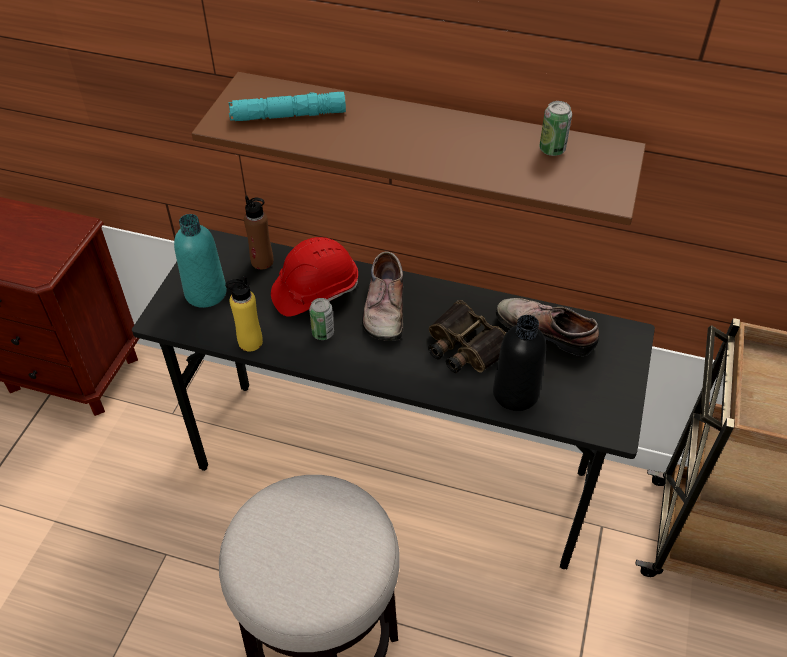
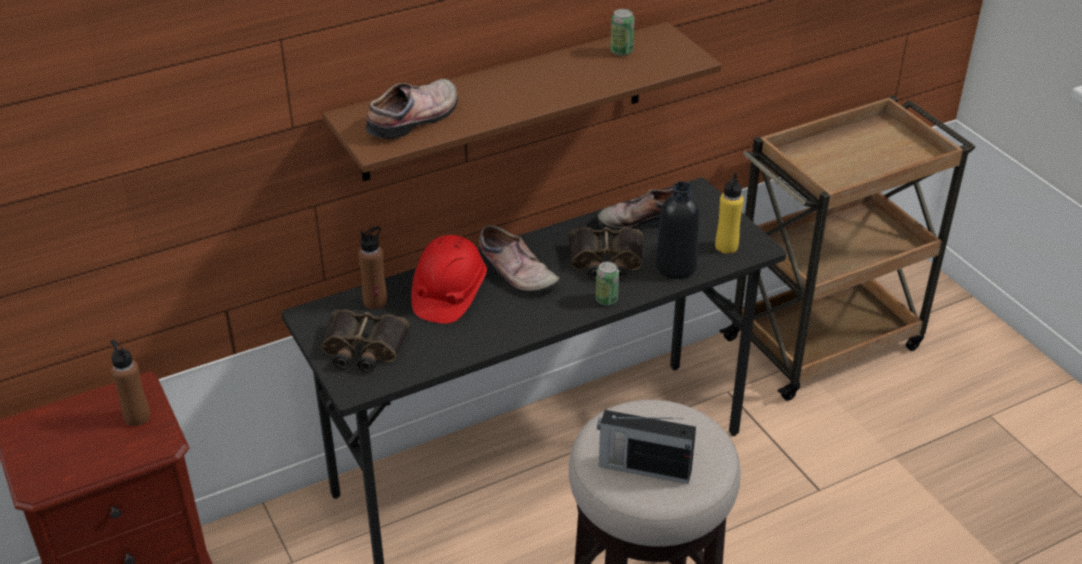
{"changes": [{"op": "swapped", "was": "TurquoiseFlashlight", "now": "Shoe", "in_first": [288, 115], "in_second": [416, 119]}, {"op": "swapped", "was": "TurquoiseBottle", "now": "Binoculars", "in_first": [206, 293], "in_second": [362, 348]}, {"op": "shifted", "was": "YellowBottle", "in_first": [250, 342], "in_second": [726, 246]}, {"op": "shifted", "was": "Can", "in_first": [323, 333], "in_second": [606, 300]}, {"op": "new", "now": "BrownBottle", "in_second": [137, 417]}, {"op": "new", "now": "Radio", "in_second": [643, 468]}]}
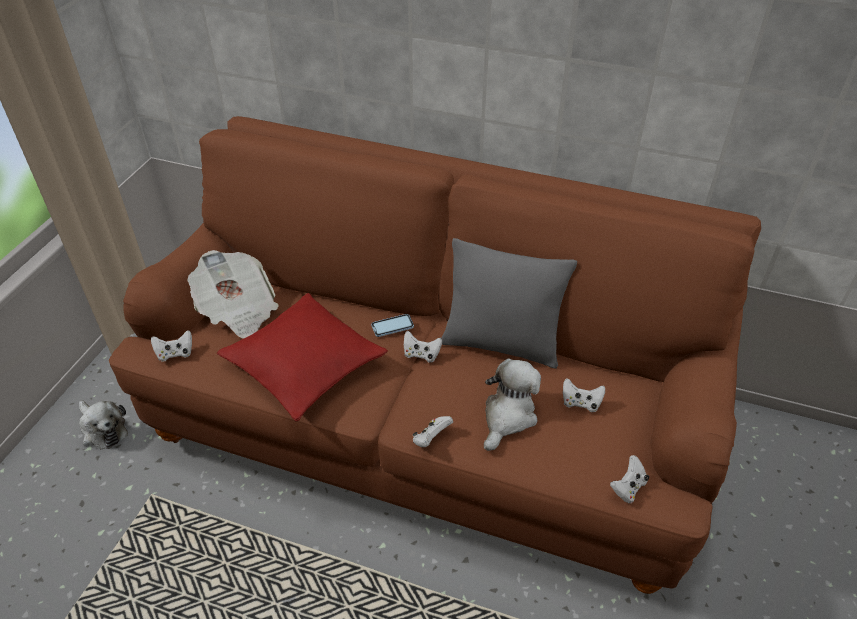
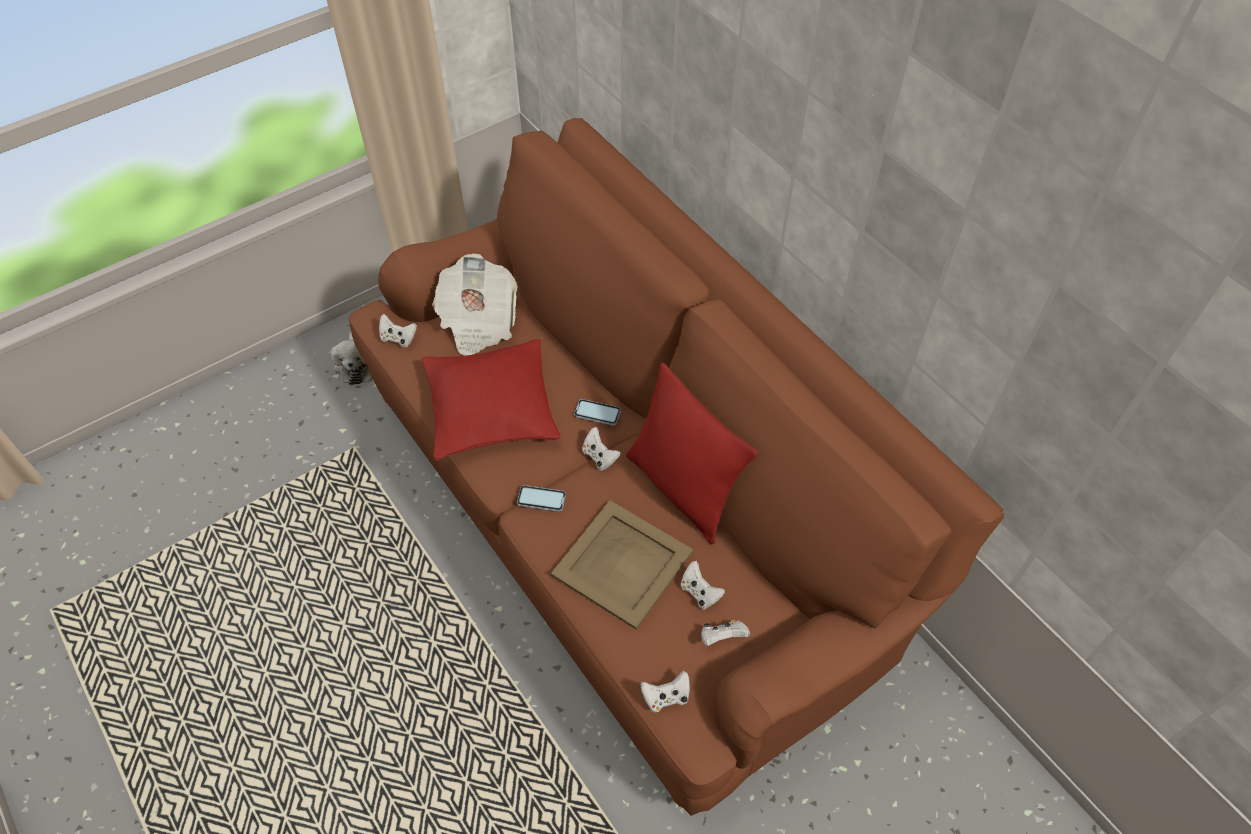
{"changes": [{"op": "repainted", "was": "GreyPillow", "now": "RedPillow", "in_first": [501, 344], "in_second": [682, 489]}, {"op": "swapped", "was": "PlushToy", "now": "BeigeTray", "in_first": [508, 416], "in_second": [621, 563]}, {"op": "shifted", "was": "WhiteGameController", "in_first": [431, 439], "in_second": [722, 637]}, {"op": "new", "now": "Phone", "in_second": [541, 499]}]}
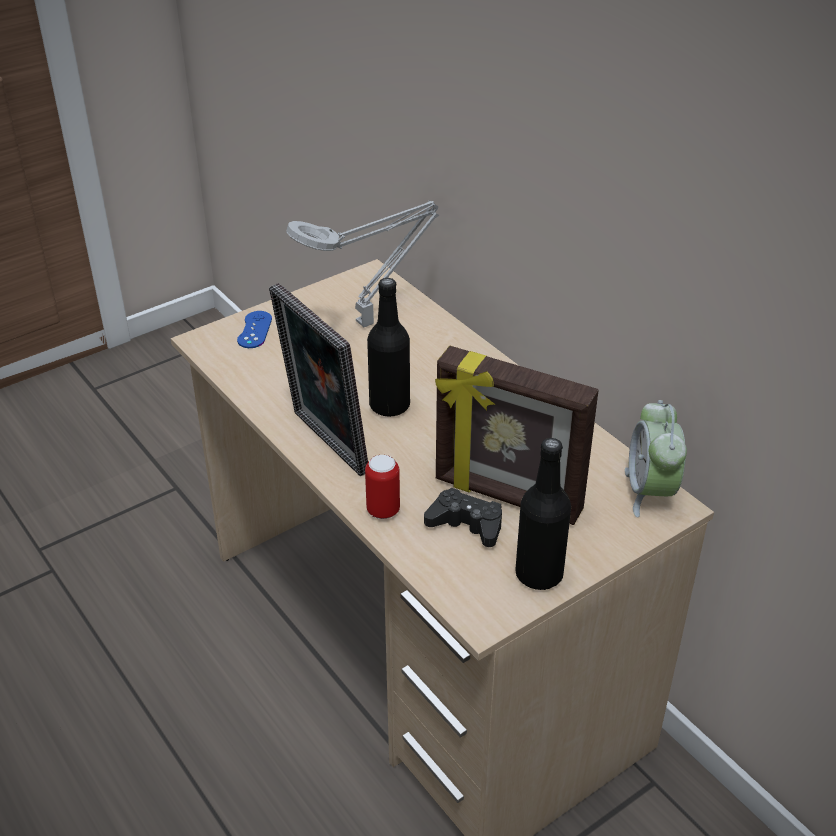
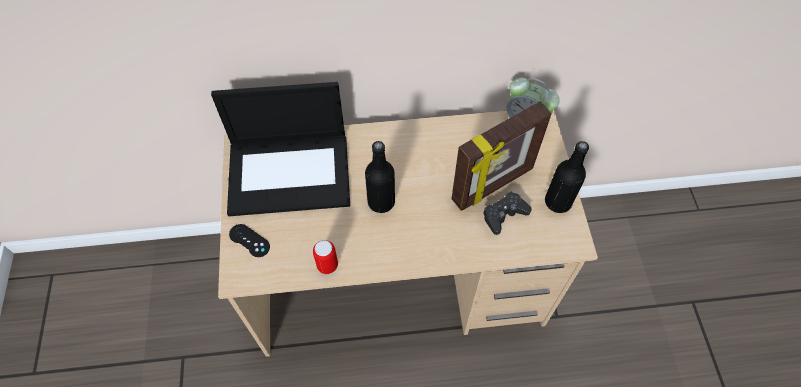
{"changes": [{"op": "swapped", "was": "GreyTableLamp", "now": "Laptop", "in_first": [369, 322], "in_second": [291, 173]}, {"op": "gone", "was": "PictureFrame", "in_first": [324, 445]}, {"op": "repainted", "was": "BlueGameController", "now": "BlackGameController", "in_first": [254, 330], "in_second": [249, 240]}, {"op": "shifted", "was": "Can", "in_first": [383, 510], "in_second": [327, 265]}]}
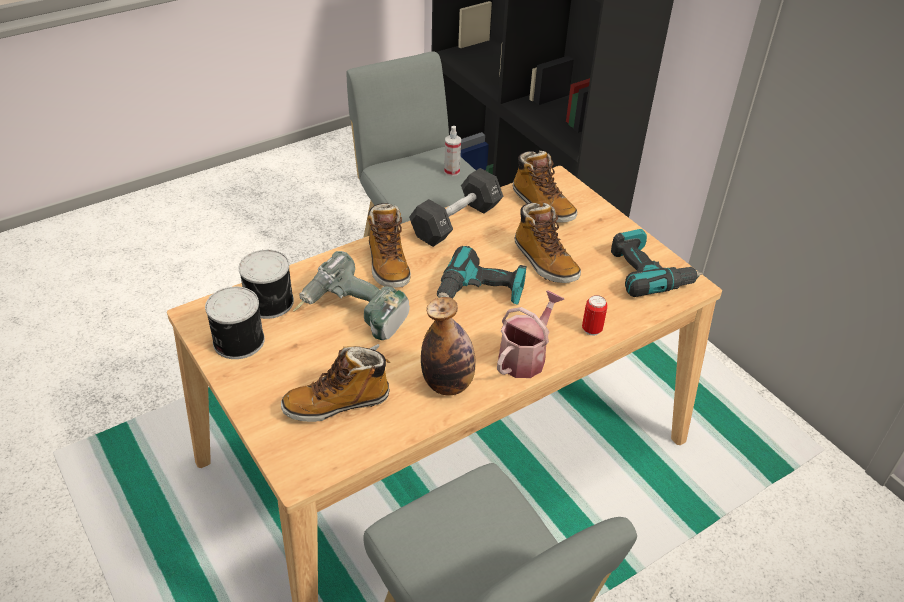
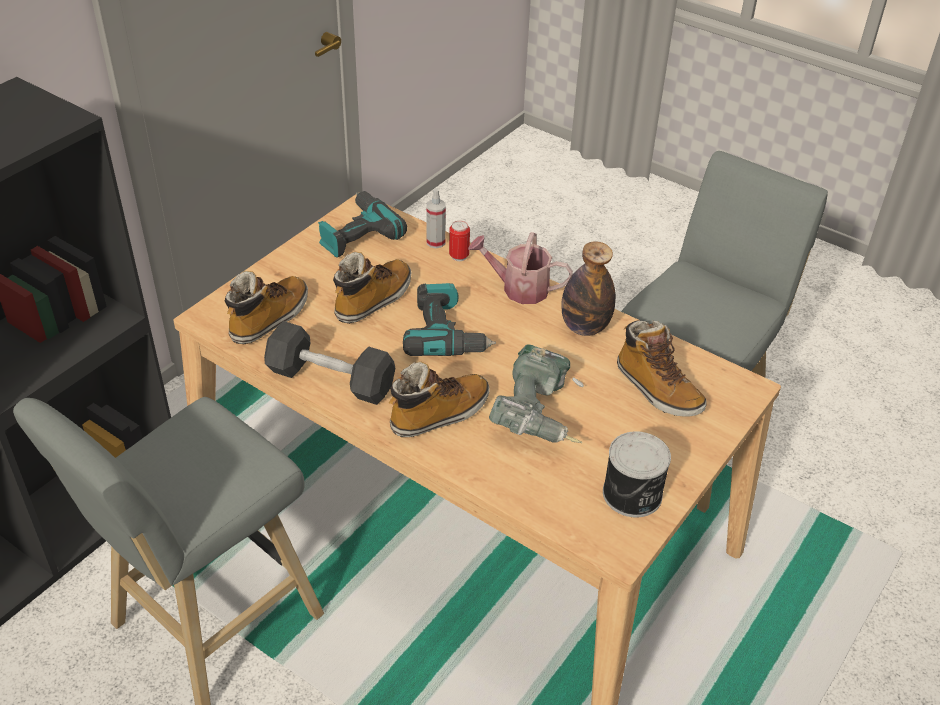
{"changes": [{"op": "shifted", "was": "SprayBottle", "in_first": [452, 171], "in_second": [435, 242]}, {"op": "gone", "was": "Can", "in_first": [270, 302]}]}
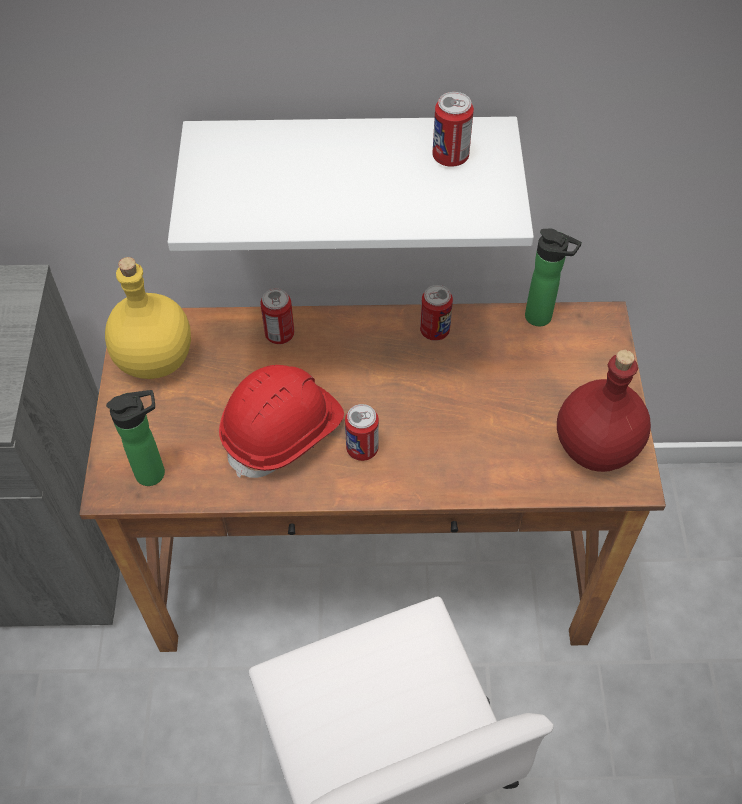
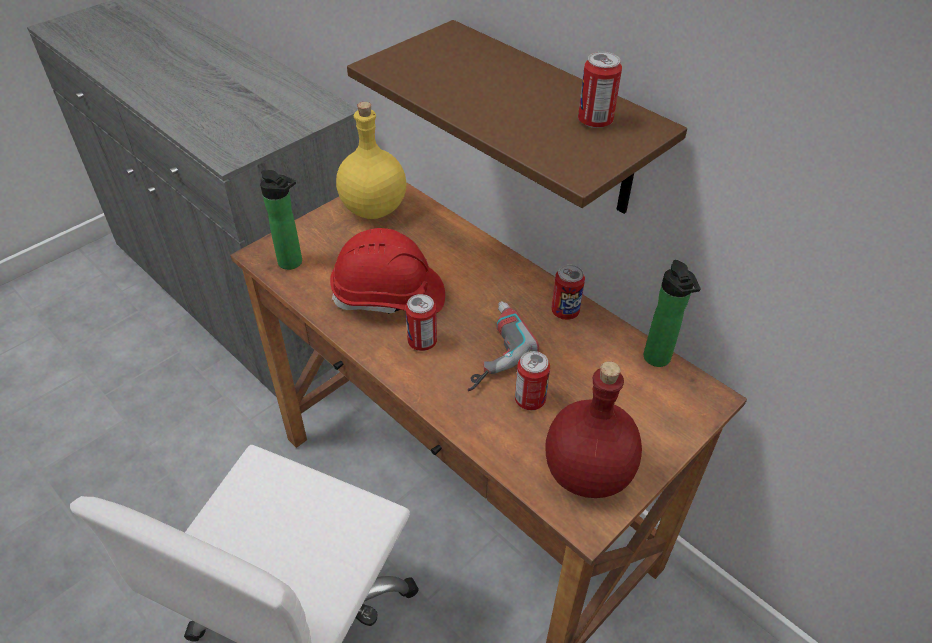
{"changes": [{"op": "repainted", "was": "WhiteShelf", "now": "BrownShelf", "in_first": [351, 167], "in_second": [553, 121]}, {"op": "shifted", "was": "Can", "in_first": [279, 334], "in_second": [530, 400]}, {"op": "new", "now": "PowerDrill", "in_second": [488, 349]}]}
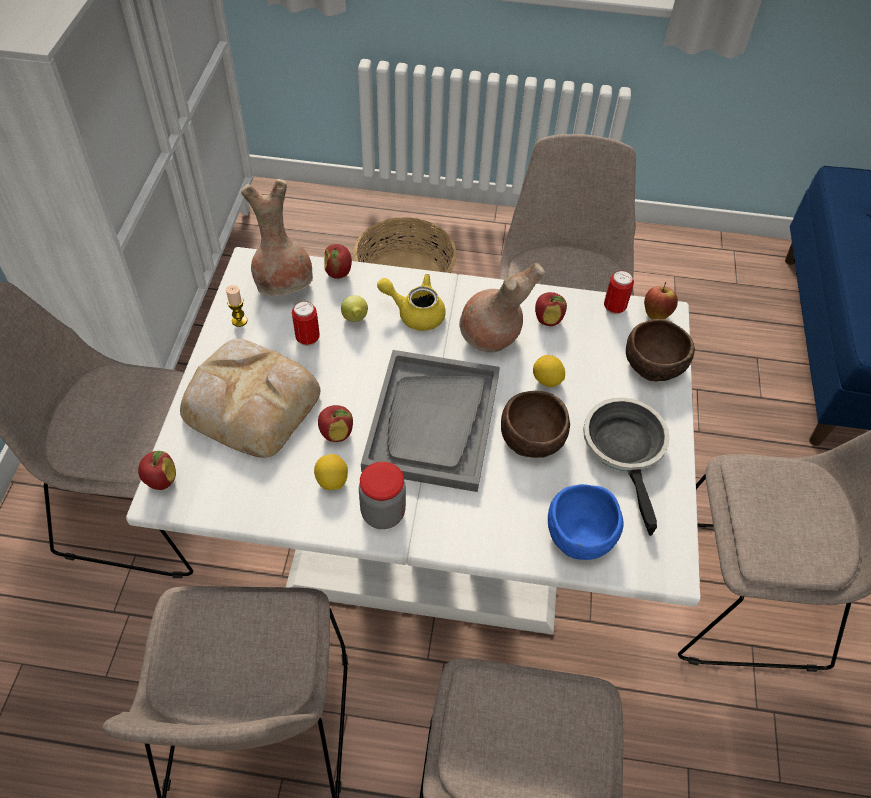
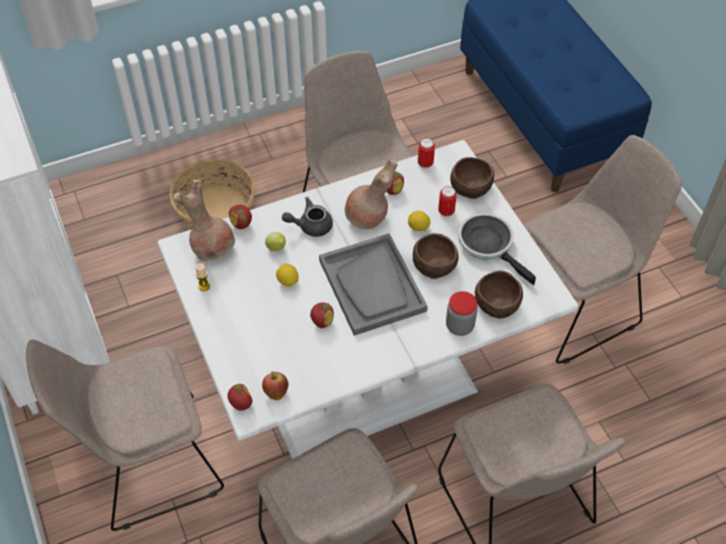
{"changes": [{"op": "repainted", "was": "YellowTeapot", "now": "GreyTeapot", "in_first": [415, 313], "in_second": [310, 226]}, {"op": "shifted", "was": "Apple", "in_first": [656, 313], "in_second": [276, 392]}, {"op": "shifted", "was": "Can", "in_first": [307, 339], "in_second": [446, 211]}, {"op": "gone", "was": "Bread", "in_first": [250, 401]}, {"op": "shifted", "was": "Lemon", "in_first": [332, 481], "in_second": [288, 281]}, {"op": "shifted", "was": "Jar", "in_first": [383, 513], "in_second": [459, 326]}, {"op": "repainted", "was": "BlueBowl", "now": "BrownBowl", "in_first": [579, 535], "in_second": [497, 304]}]}
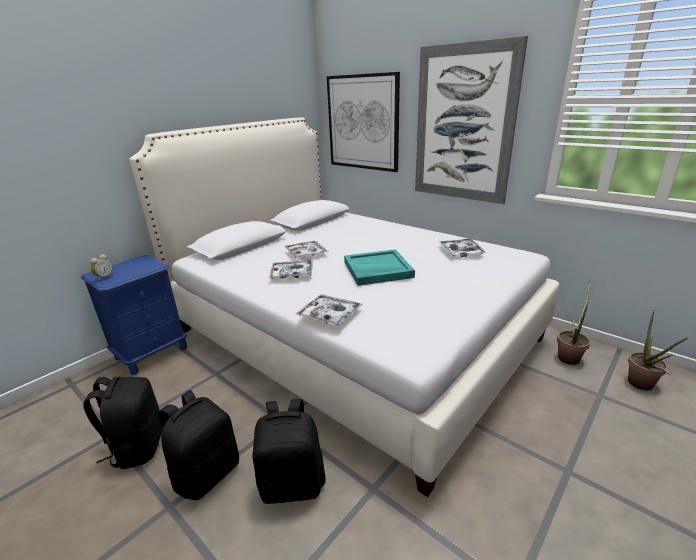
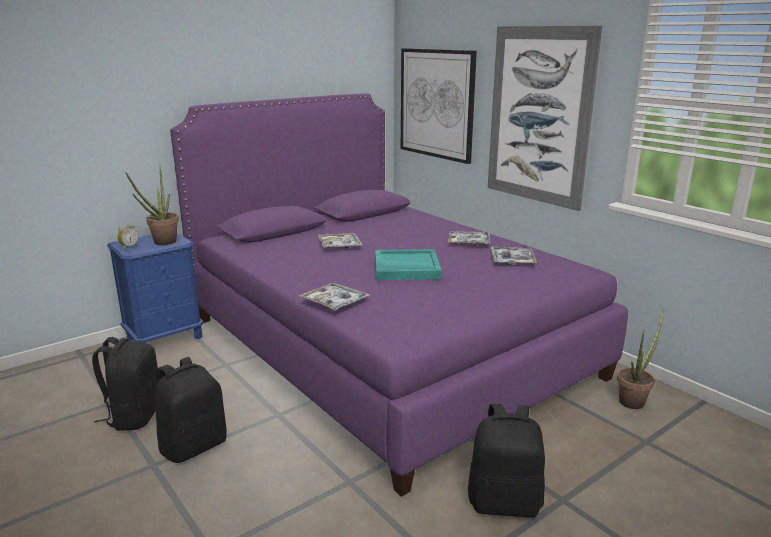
{"changes": [{"op": "repainted", "was": "WhiteBed", "now": "PurpleBed", "in_first": [351, 334], "in_second": [384, 346]}, {"op": "shifted", "was": "Tray", "in_first": [292, 274], "in_second": [469, 243]}, {"op": "shifted", "was": "PottedPlant", "in_first": [642, 386], "in_second": [161, 243]}, {"op": "shifted", "was": "BlackBackpack", "in_first": [292, 483], "in_second": [505, 502]}]}
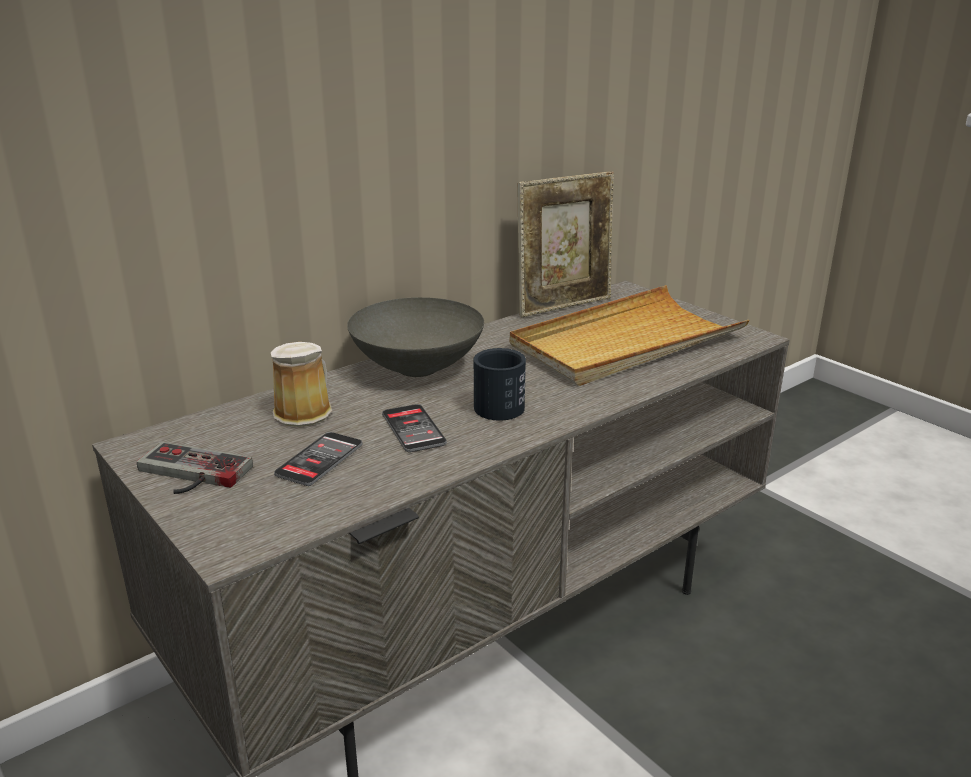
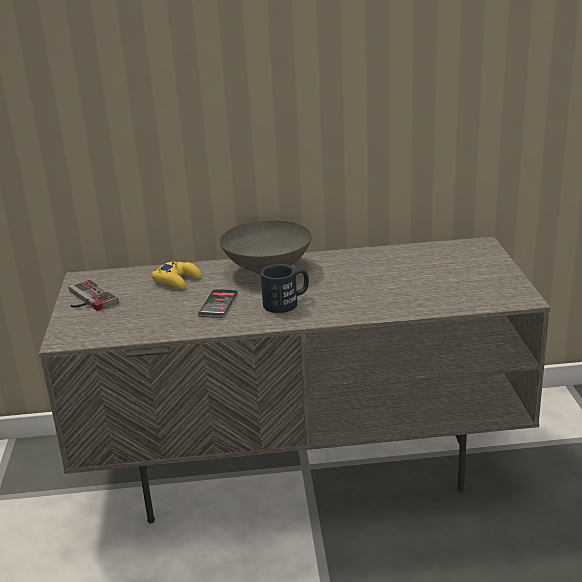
{"changes": [{"op": "gone", "was": "PictureFrame", "in_first": [564, 306]}, {"op": "gone", "was": "BeigeTray", "in_first": [625, 342]}, {"op": "swapped", "was": "Mug", "now": "YellowGameController", "in_first": [305, 411], "in_second": [177, 280]}, {"op": "gone", "was": "Phone", "in_first": [319, 459]}]}
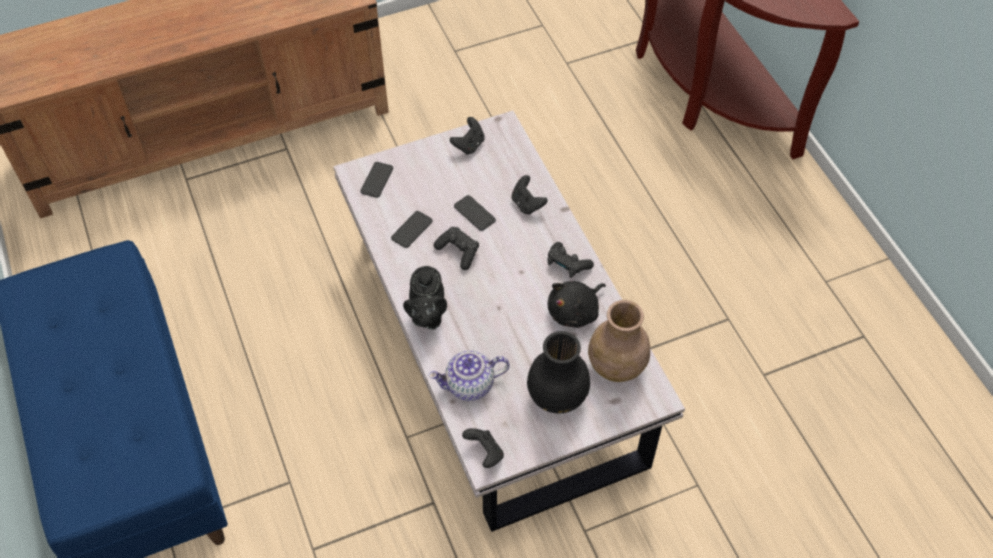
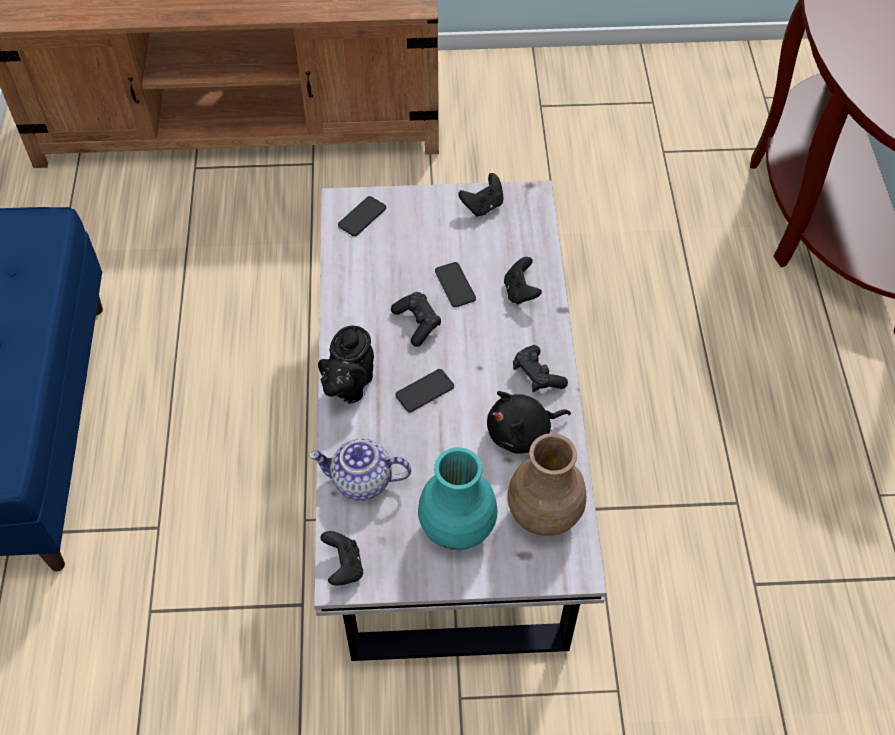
{"changes": [{"op": "shifted", "was": "Phone", "in_first": [411, 229], "in_second": [424, 391]}, {"op": "repainted", "was": "BlackVase", "now": "TurquoiseVase", "in_first": [556, 397], "in_second": [456, 527]}]}
